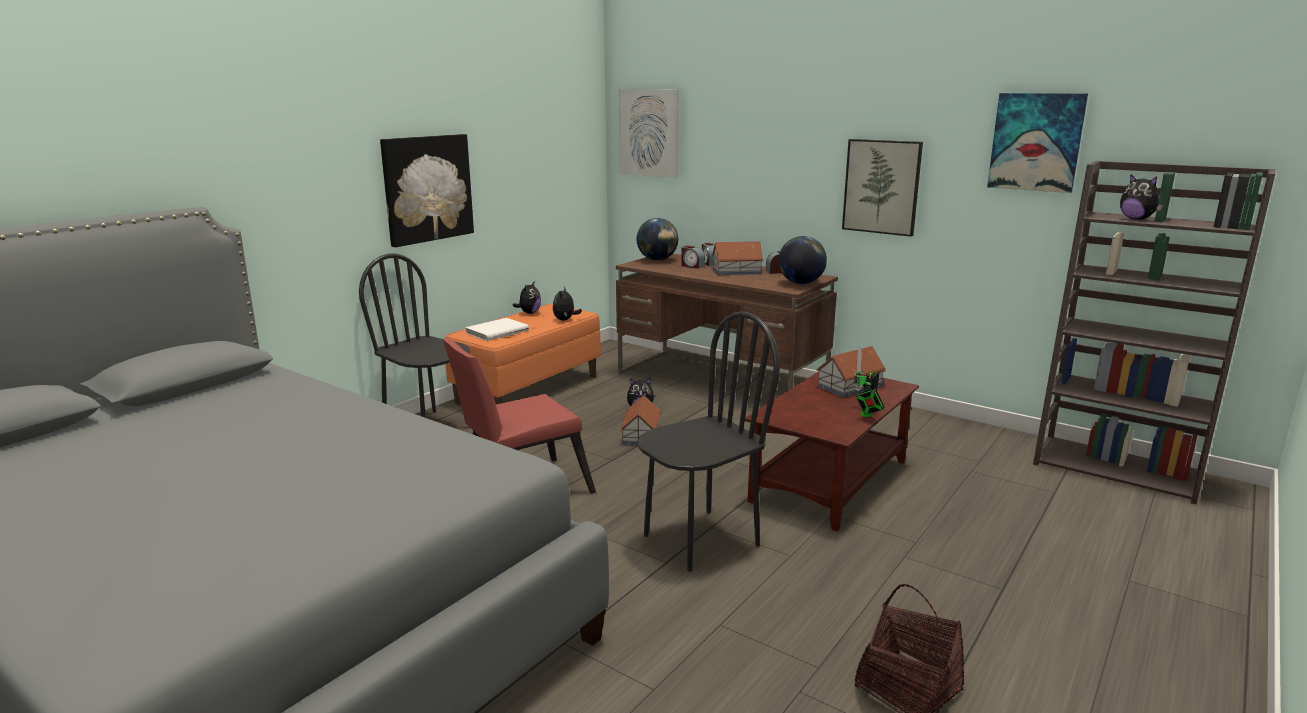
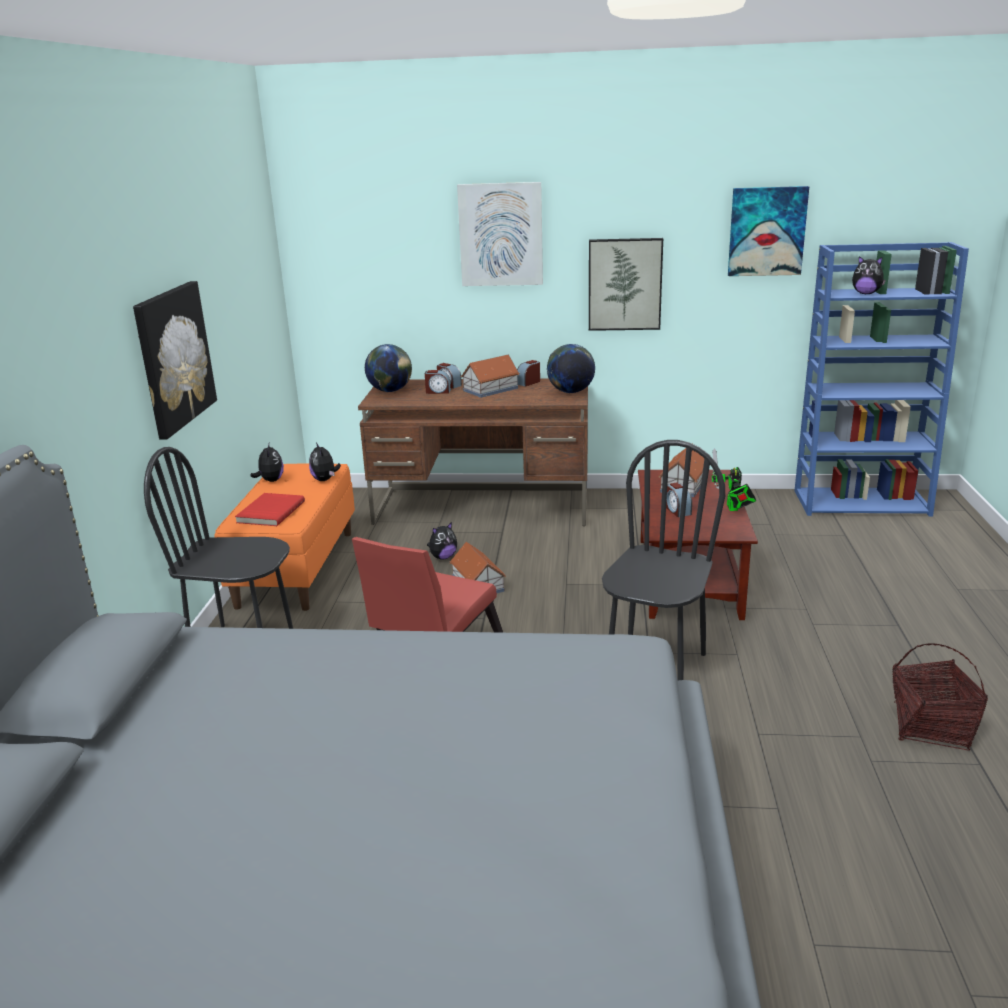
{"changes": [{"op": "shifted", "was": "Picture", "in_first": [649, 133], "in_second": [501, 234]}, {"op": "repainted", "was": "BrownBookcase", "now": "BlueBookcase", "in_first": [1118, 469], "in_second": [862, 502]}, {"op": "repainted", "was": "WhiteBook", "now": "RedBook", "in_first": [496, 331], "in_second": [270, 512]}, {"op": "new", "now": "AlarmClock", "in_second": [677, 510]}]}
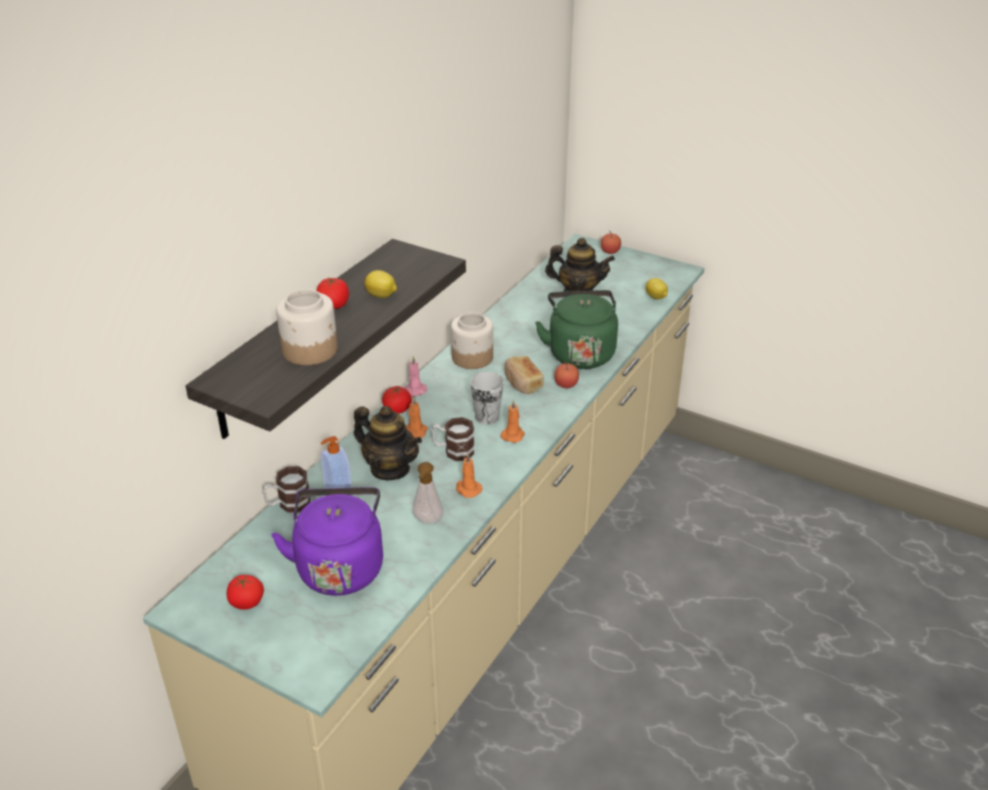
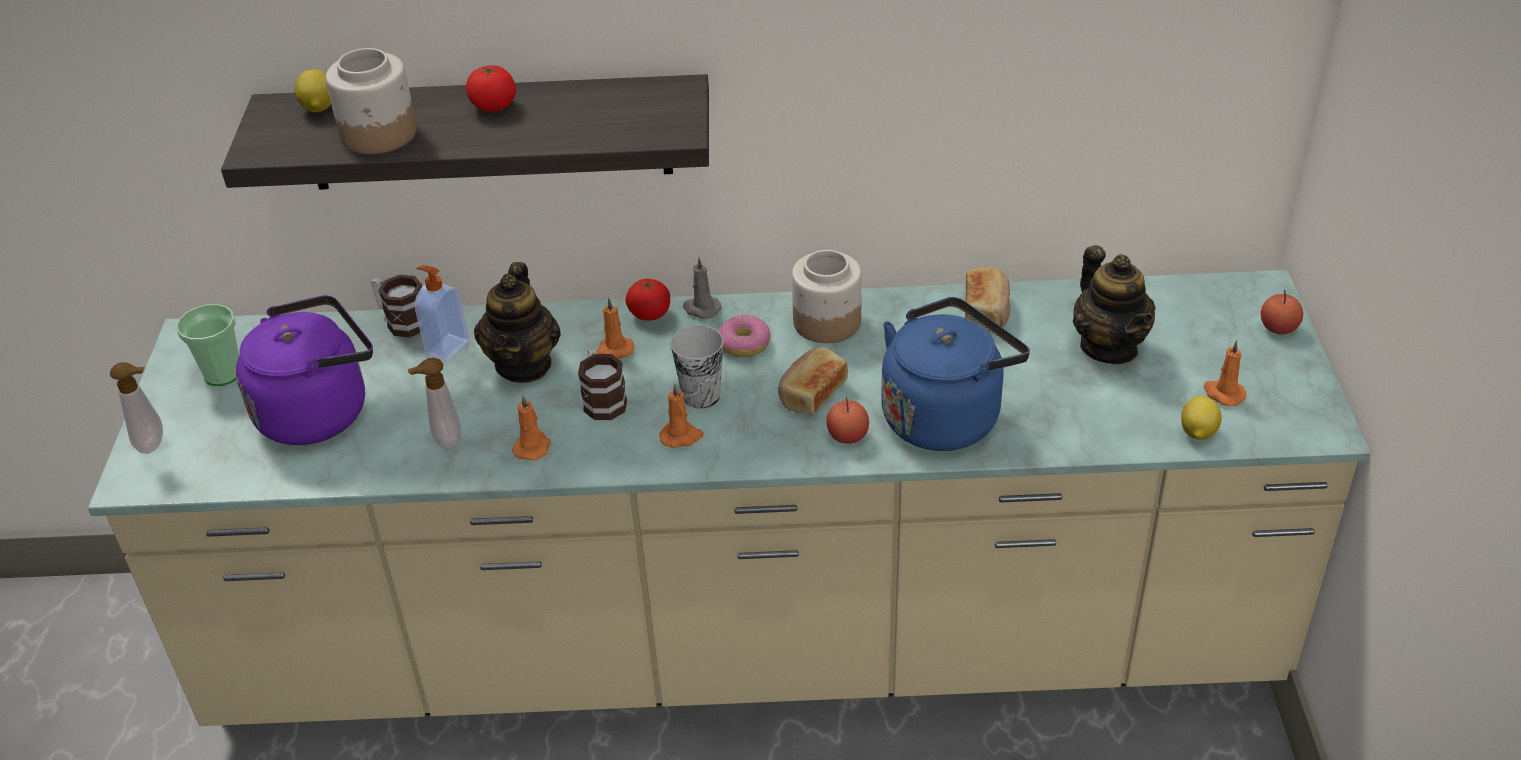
{"changes": [{"op": "shifted", "was": "Lemon", "in_first": [381, 296], "in_second": [318, 108]}, {"op": "repainted", "was": "GreenKettle", "now": "BlueKettle", "in_first": [580, 352], "in_second": [945, 415]}, {"op": "repainted", "was": "PinkCandle", "now": "GreyCandle", "in_first": [414, 391], "in_second": [701, 309]}, {"op": "swapped", "was": "Tomato", "now": "Cup", "in_first": [247, 602], "in_second": [223, 374]}, {"op": "new", "now": "Bread", "in_second": [986, 311]}, {"op": "new", "now": "Donut", "in_second": [744, 344]}, {"op": "new", "now": "OrangeCandle", "in_second": [1223, 393]}, {"op": "new", "now": "SoapDispenser", "in_second": [154, 444]}]}
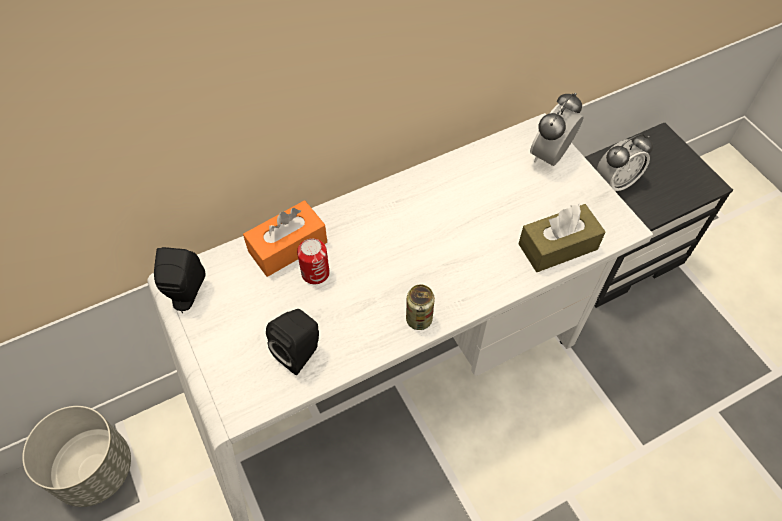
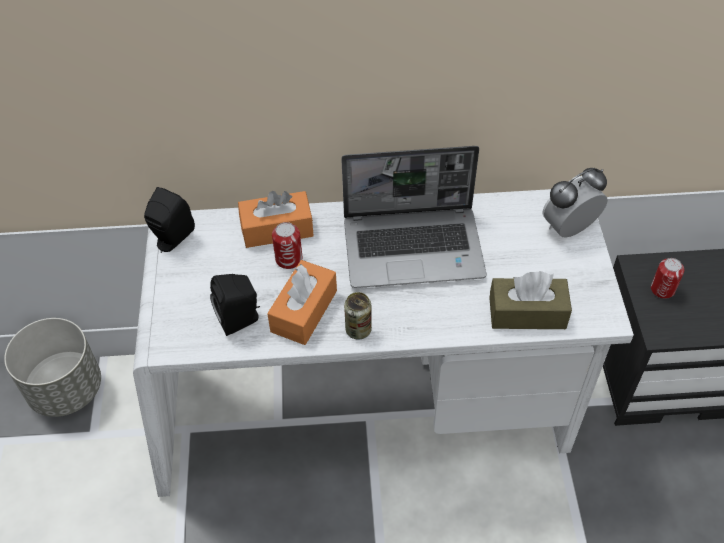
{"changes": [{"op": "swapped", "was": "AlarmClock", "now": "Can", "in_first": [615, 182], "in_second": [662, 289]}, {"op": "new", "now": "Laptop", "in_second": [414, 247]}, {"op": "new", "now": "OrangeTissueBox", "in_second": [304, 311]}]}
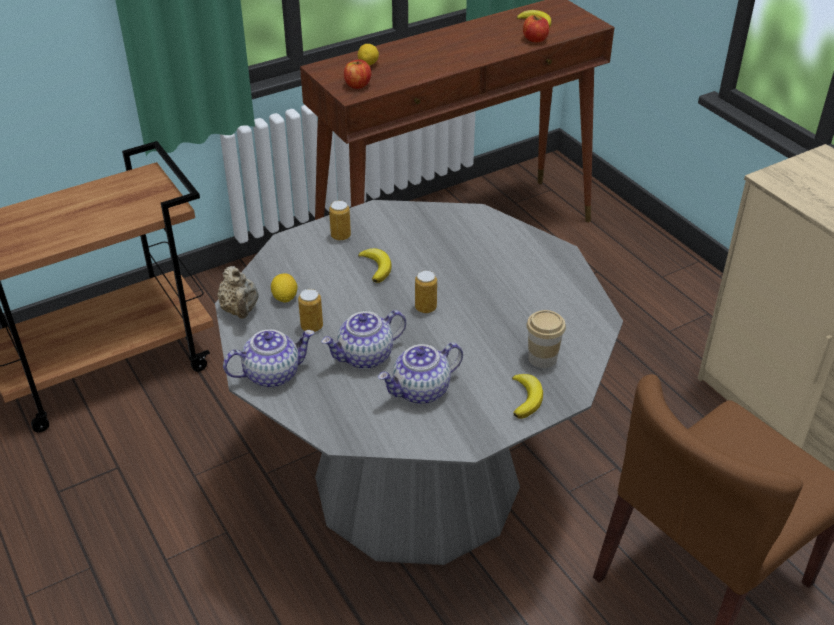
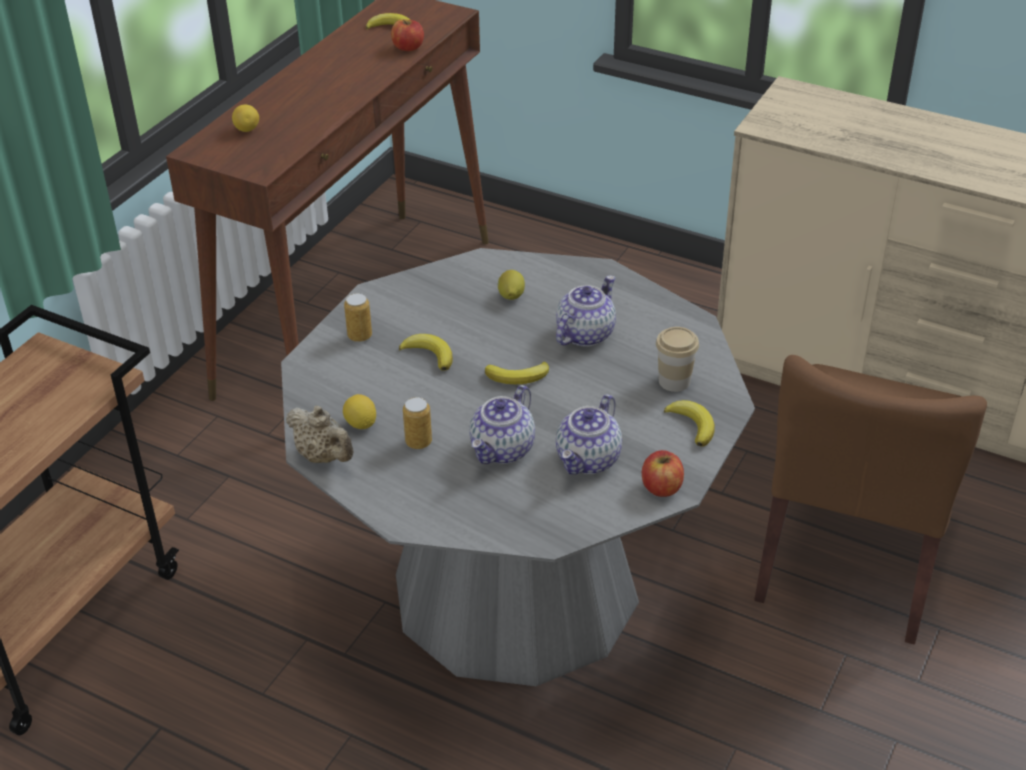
{"changes": [{"op": "shifted", "was": "Apple", "in_first": [357, 85], "in_second": [661, 487]}, {"op": "swapped", "was": "Can", "now": "Banana", "in_first": [425, 308], "in_second": [519, 377]}, {"op": "shifted", "was": "Teapot", "in_first": [272, 374], "in_second": [584, 333]}, {"op": "new", "now": "Lemon", "in_second": [511, 296]}]}
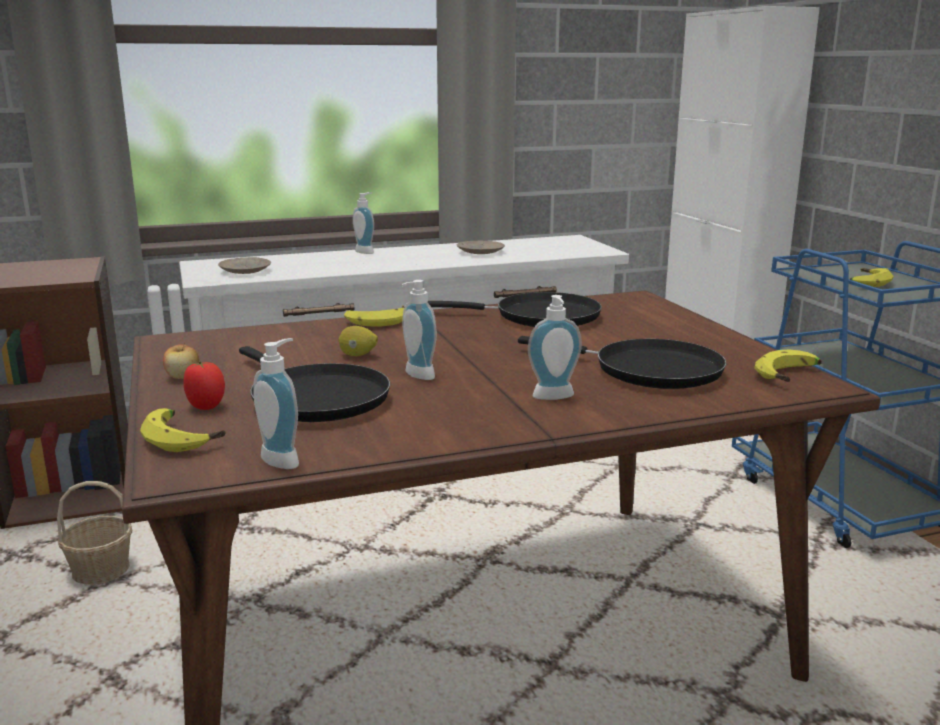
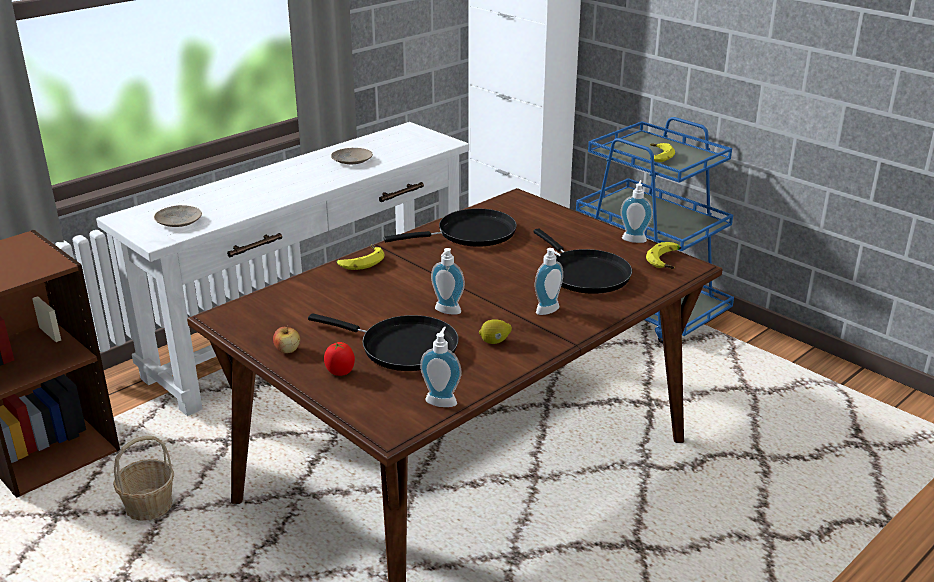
{"changes": [{"op": "shifted", "was": "SoapDispenser", "in_first": [366, 251], "in_second": [634, 238]}, {"op": "shifted", "was": "Lemon", "in_first": [357, 355], "in_second": [495, 341]}, {"op": "rotated", "was": "BlackFryingPan", "in_first": [648, 370], "in_second": [584, 274], "clockwise": 60}, {"op": "gone", "was": "Banana", "in_first": [183, 438]}]}
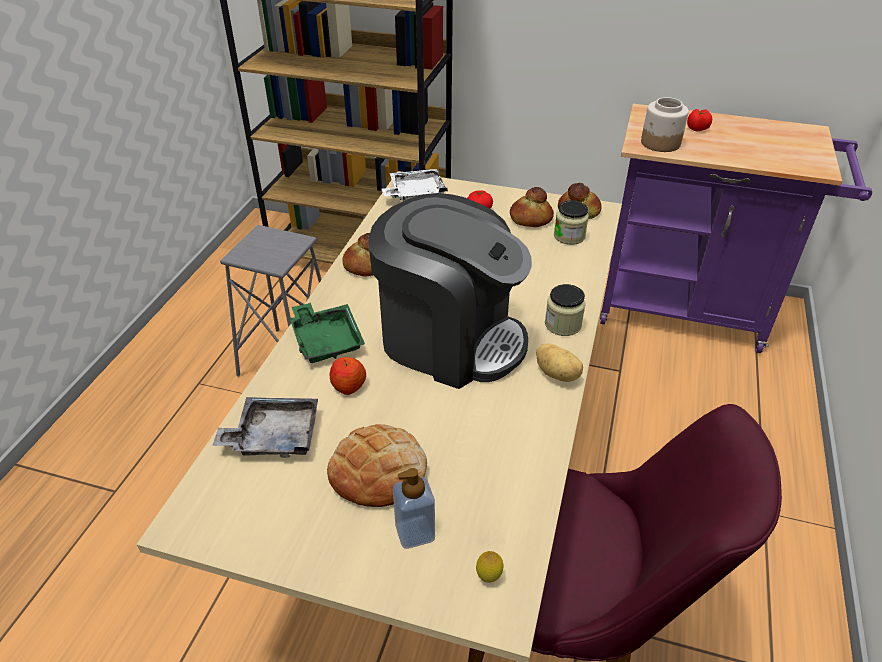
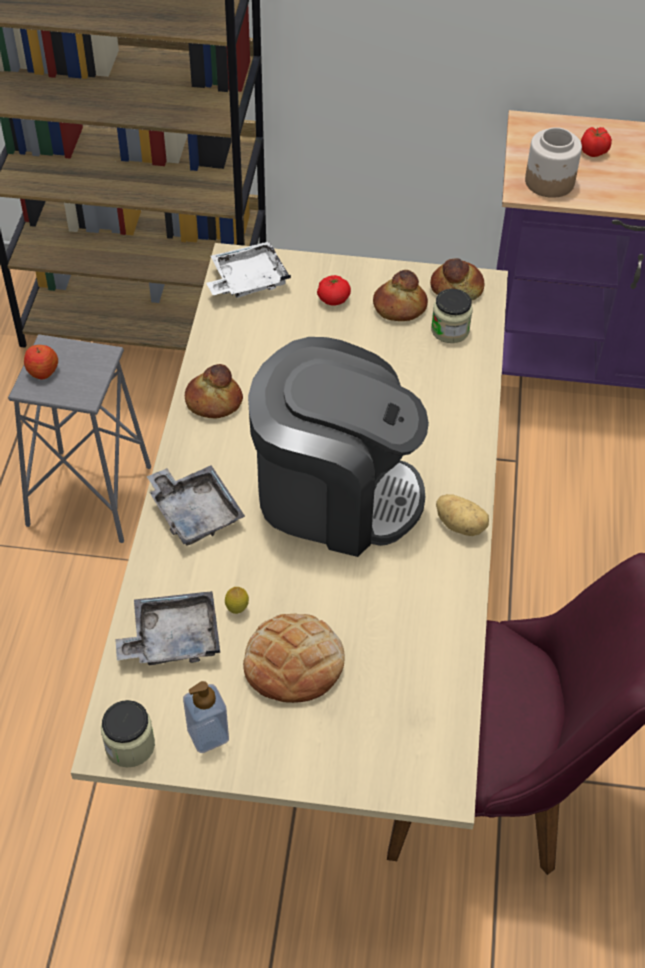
{"changes": [{"op": "shifted", "was": "Jar", "in_first": [563, 324], "in_second": [130, 745]}, {"op": "repainted", "was": "GreenTray", "now": "GreyTray", "in_first": [326, 340], "in_second": [195, 512]}, {"op": "shifted", "was": "Apple", "in_first": [348, 386], "in_second": [42, 371]}, {"op": "shifted", "was": "SoapDispenser", "in_first": [415, 532], "in_second": [208, 735]}, {"op": "shifted", "was": "Lemon", "in_first": [488, 577], "in_second": [237, 609]}]}
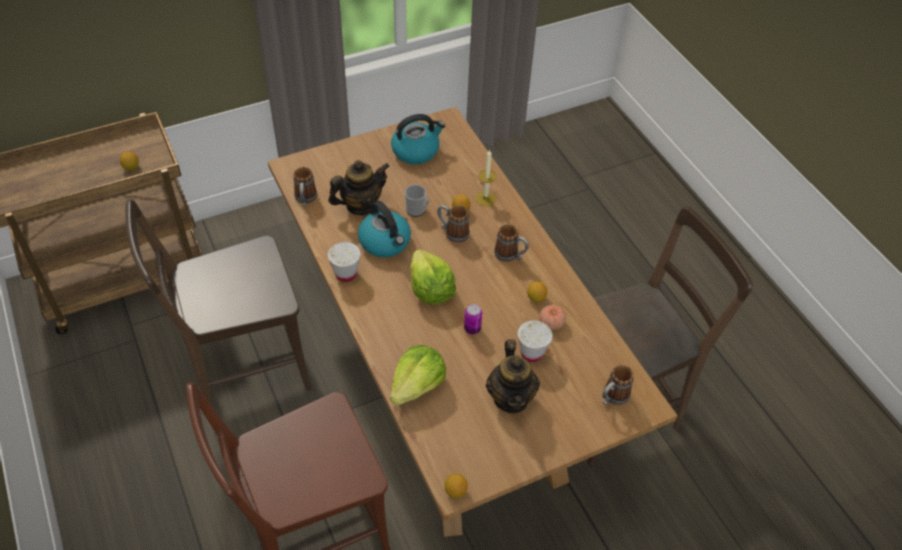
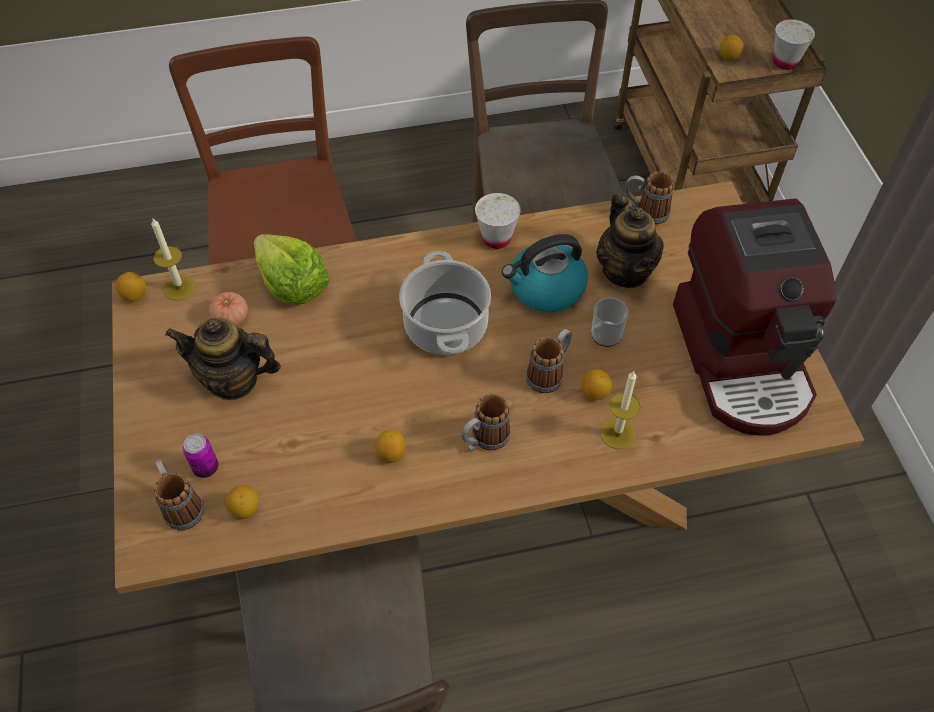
{"changes": [{"op": "swapped", "was": "Kettle", "now": "CoffeeMachine", "in_first": [416, 151], "in_second": [743, 358]}, {"op": "swapped", "was": "Lettuce", "now": "CookingPot", "in_first": [430, 289], "in_second": [445, 325]}, {"op": "shifted", "was": "Can", "in_first": [472, 329], "in_second": [206, 468]}, {"op": "shifted", "was": "Tomato", "in_first": [551, 323], "in_second": [231, 317]}, {"op": "shifted", "was": "WhiteCup", "in_first": [531, 353], "in_second": [785, 62]}, {"op": "new", "now": "Candle", "in_second": [180, 288]}, {"op": "new", "now": "Lemon", "in_second": [245, 509]}]}
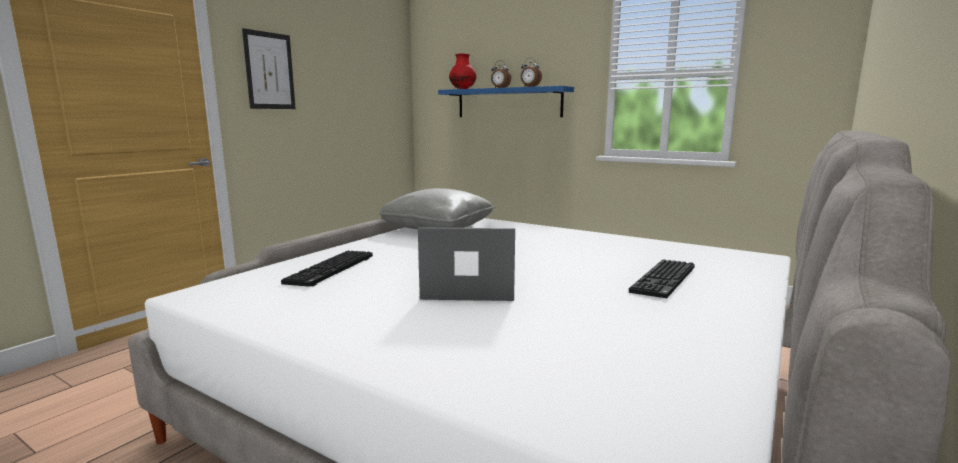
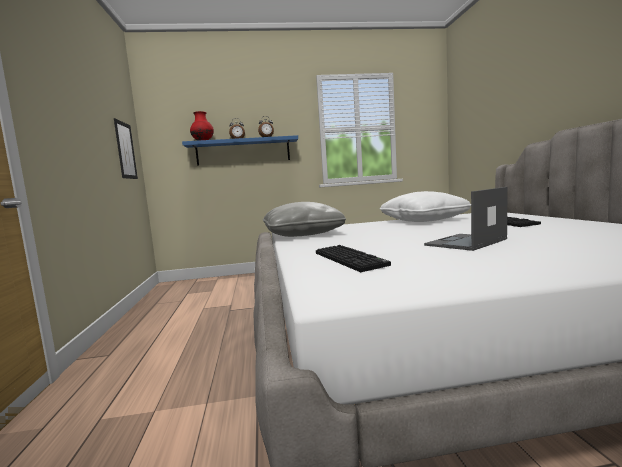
{"changes": [{"op": "shifted", "was": "Picture", "in_first": [269, 71], "in_second": [125, 150]}, {"op": "new", "now": "WhitePillow", "in_second": [423, 221]}]}
